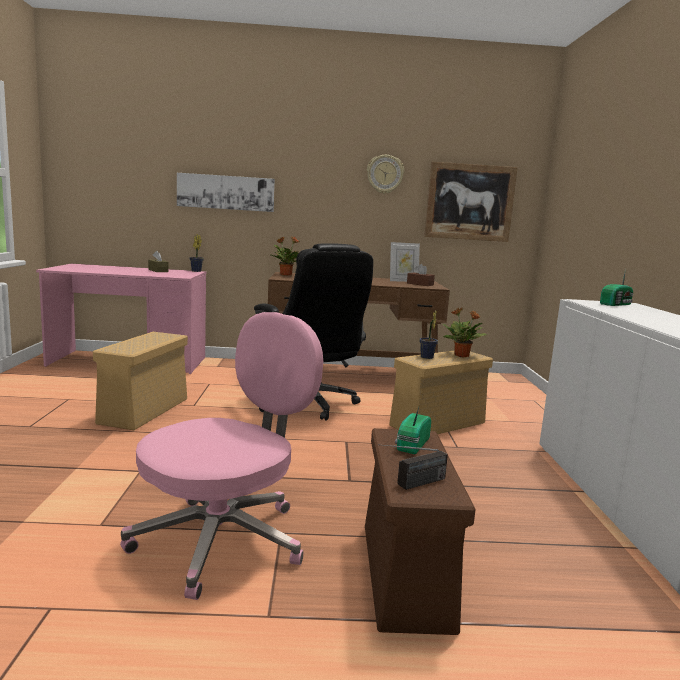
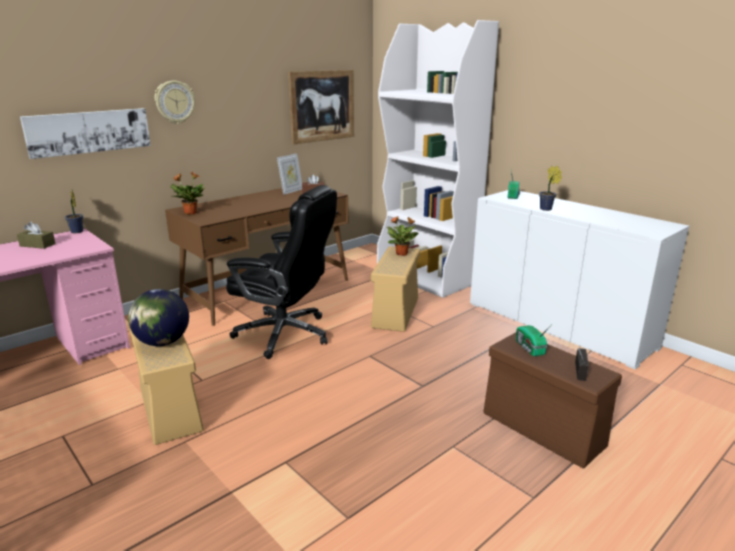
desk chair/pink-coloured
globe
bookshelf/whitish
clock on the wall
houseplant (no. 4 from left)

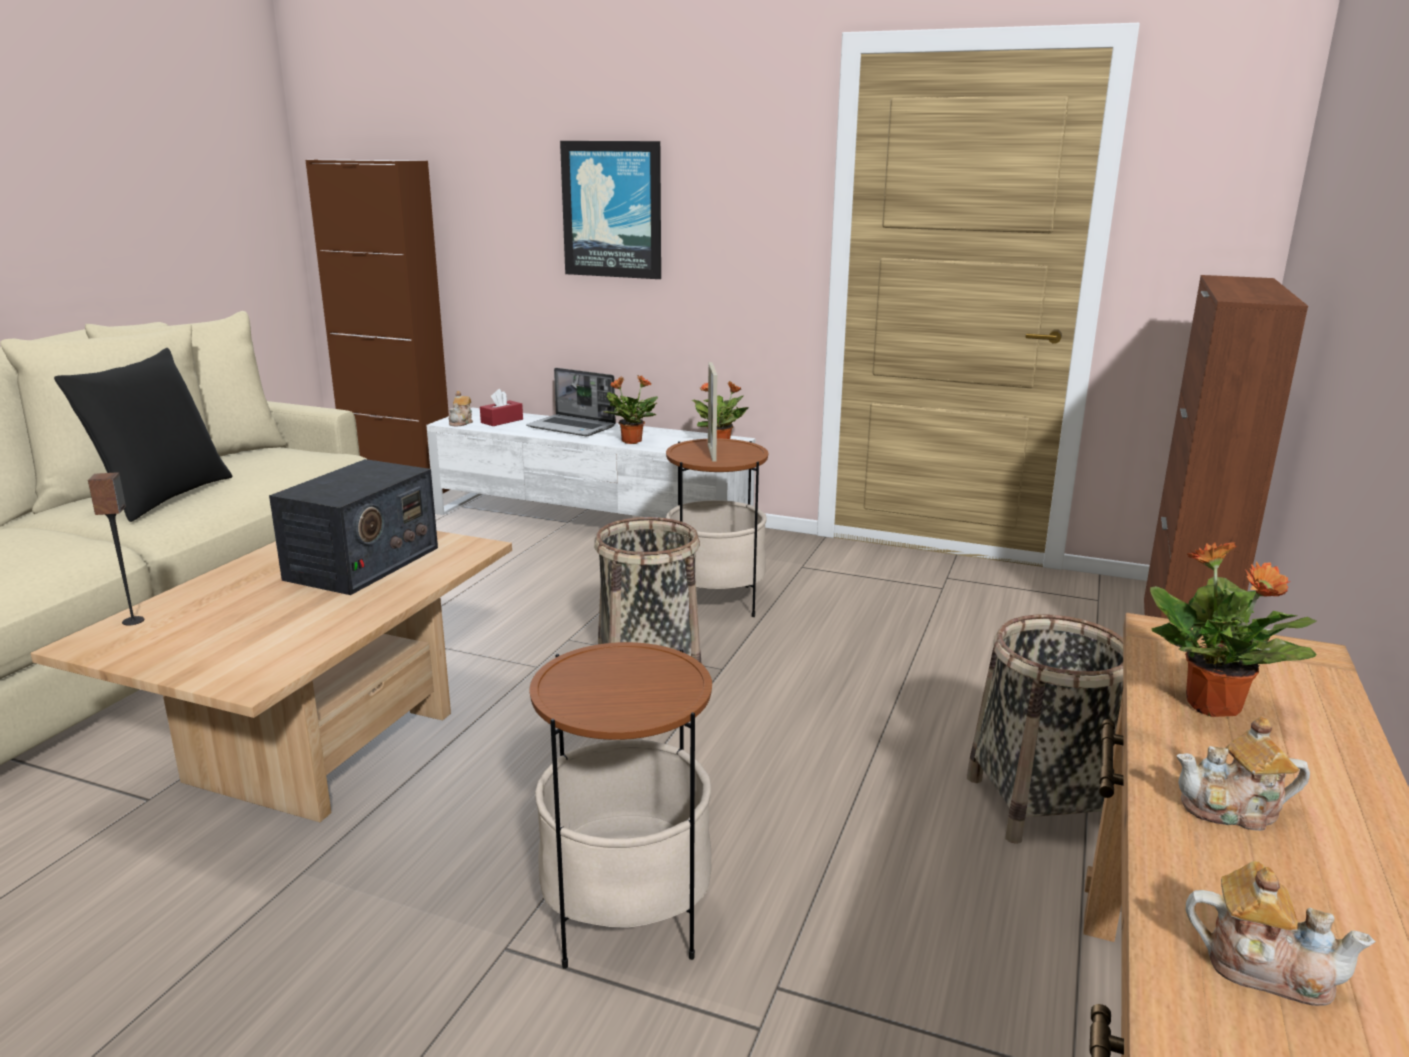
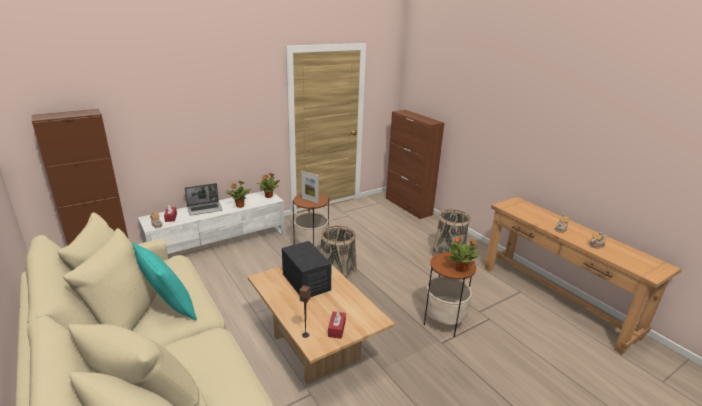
wall art
box of tissues/red-coloured (no. 2 from left)
houseplant (no. 3 from left)
pillow/turquoise

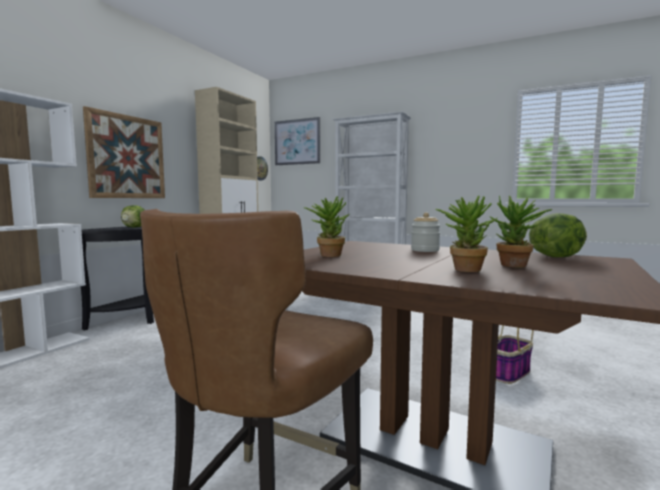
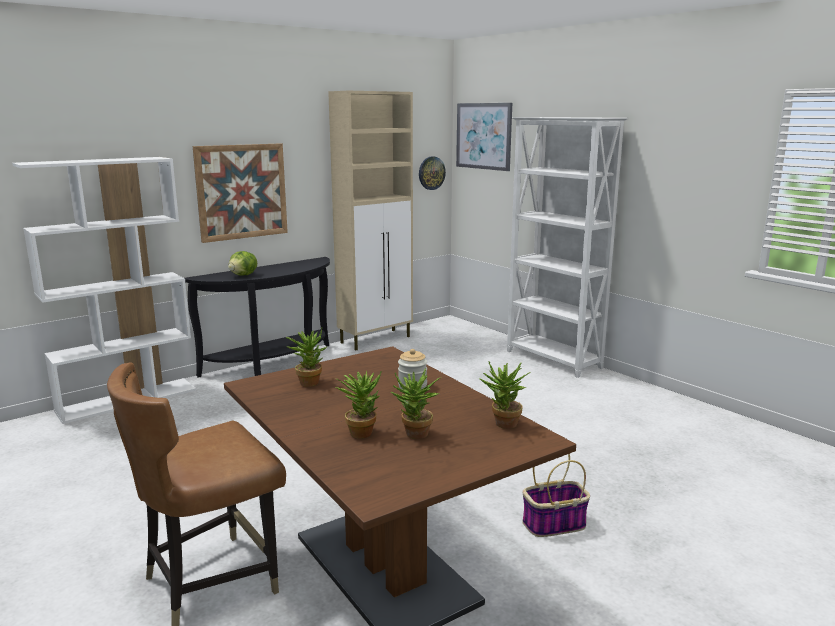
houseplant (no. 4 from left)

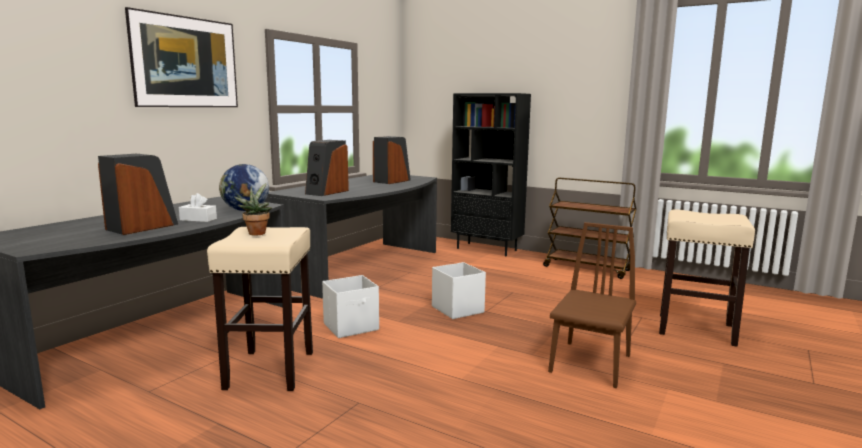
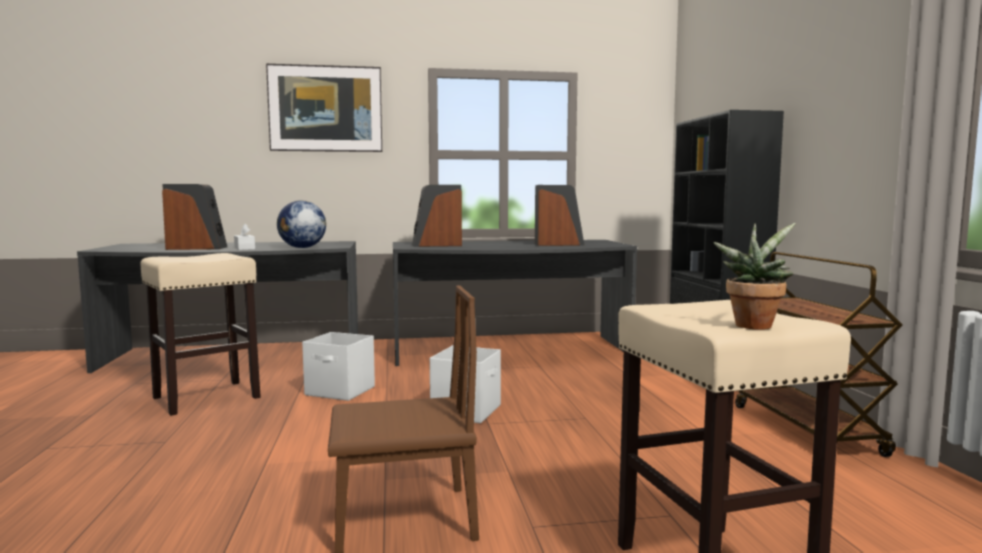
houseplant

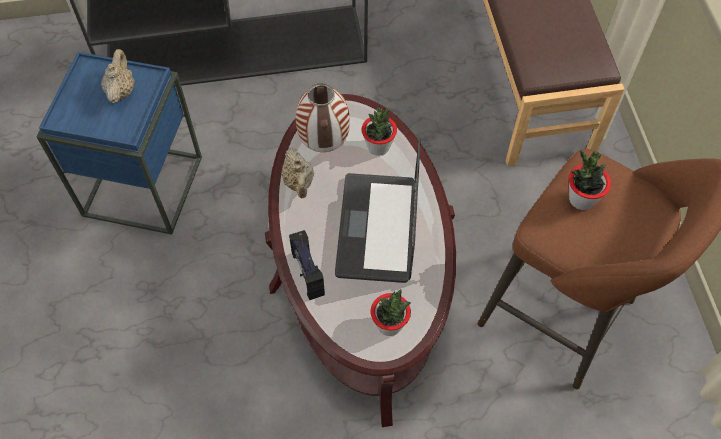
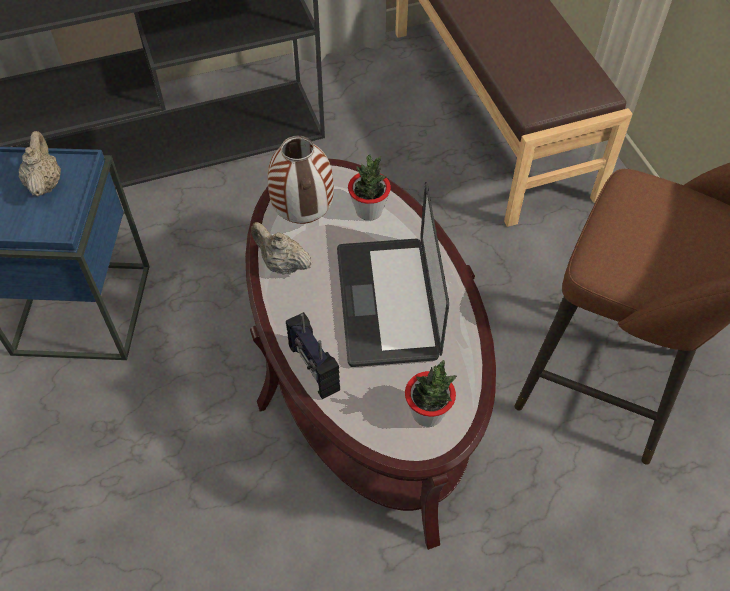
houseplant (no. 3 from left in the first image)
pot for tea/beige-coloured (no. 2 from left)

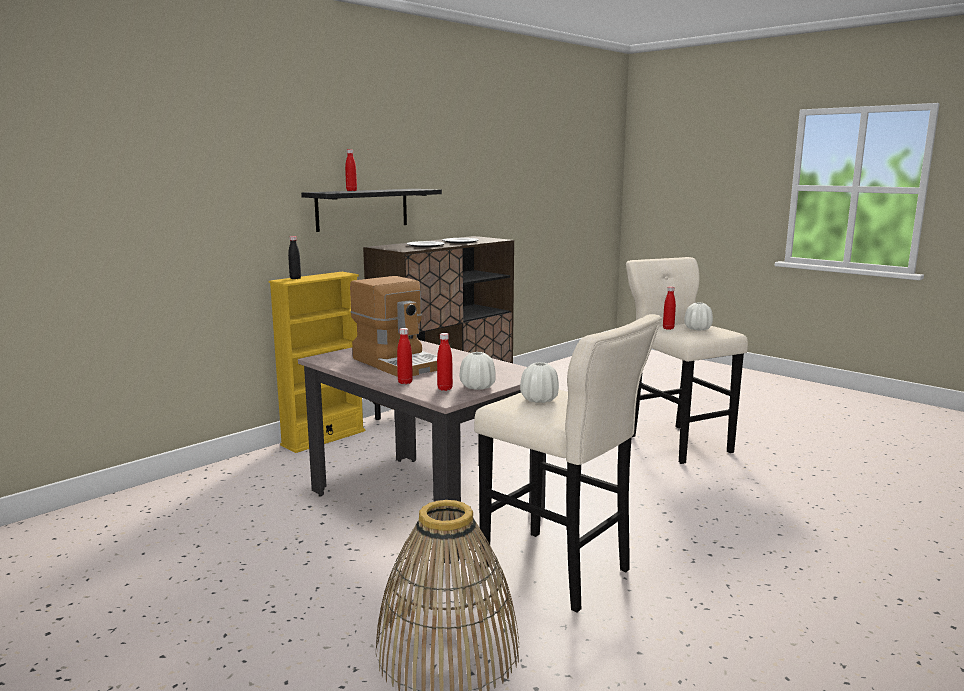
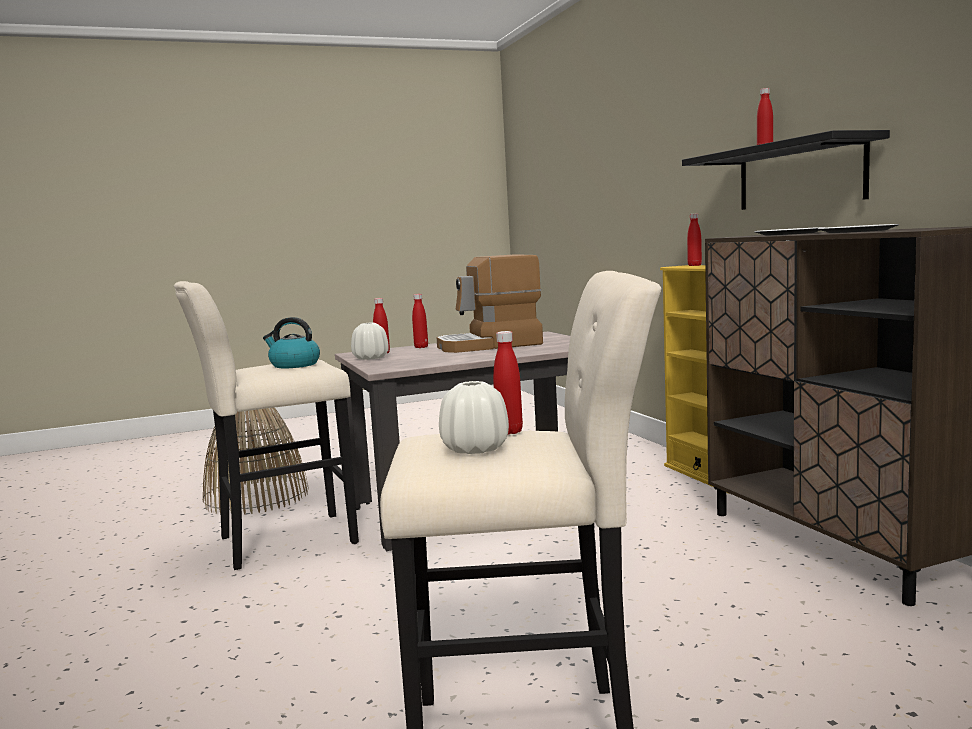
tea kettle
bottle/red-coloured (no. 4 from left)

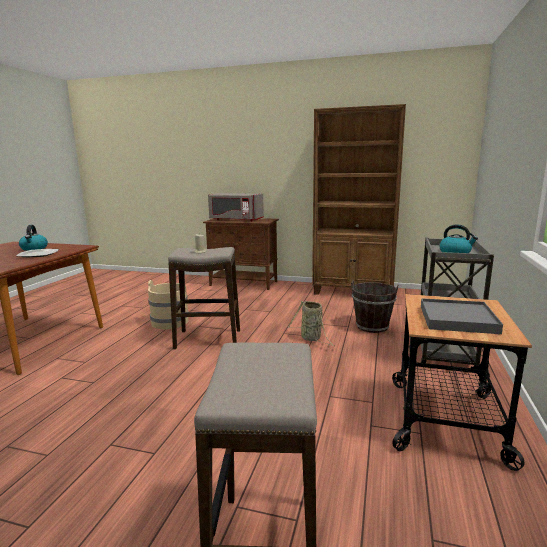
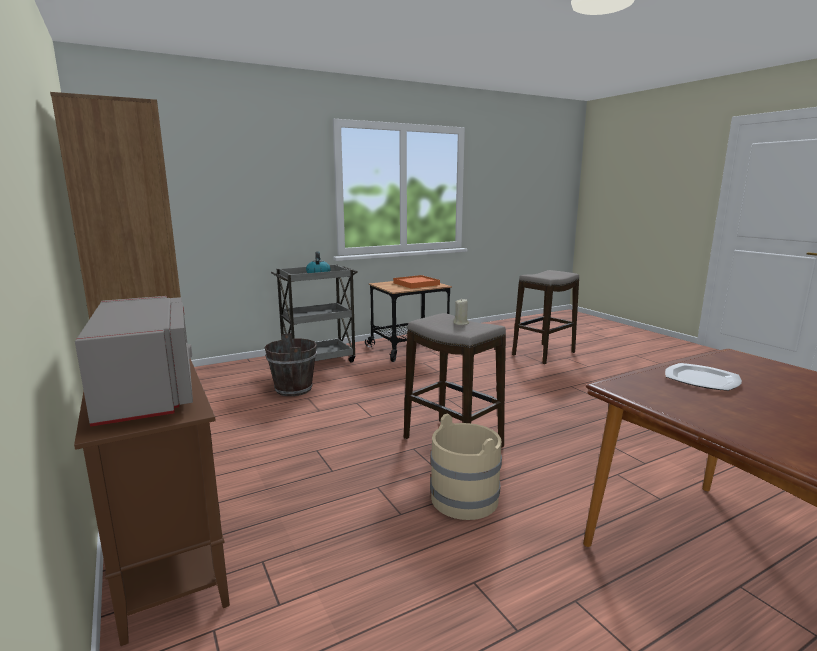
tea kettle (no. 1 from left in the first image)
storage basket
tray/orange-coloured

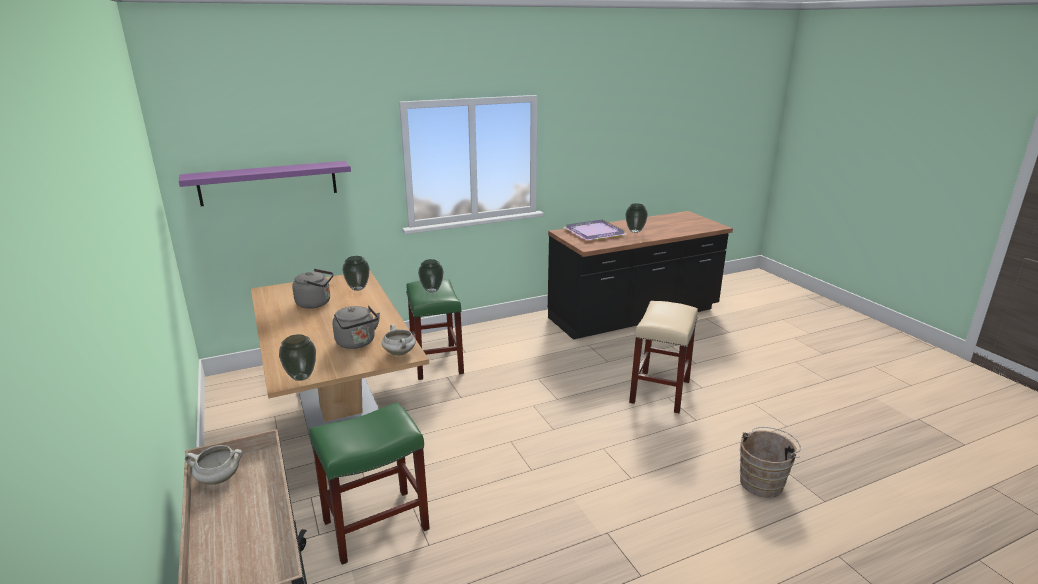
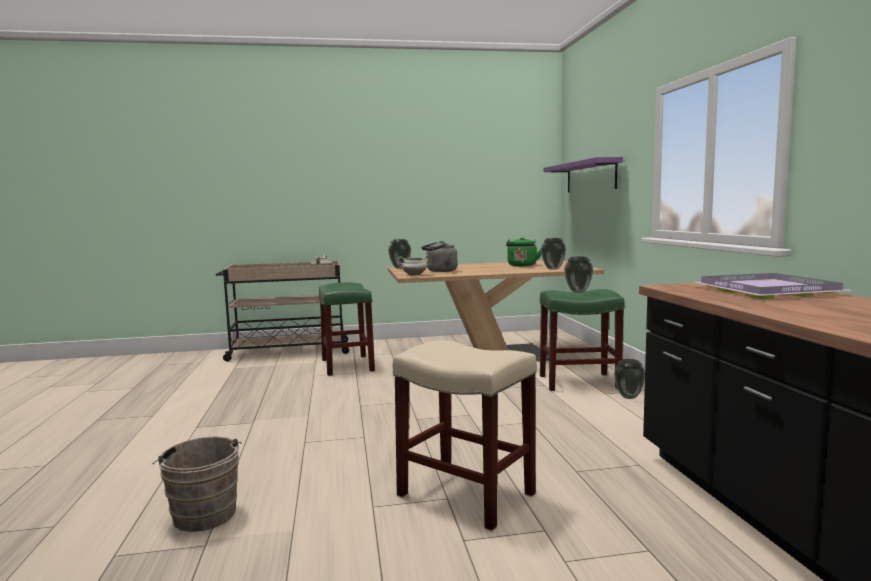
vase (no. 4 from left)
tea kettle/green

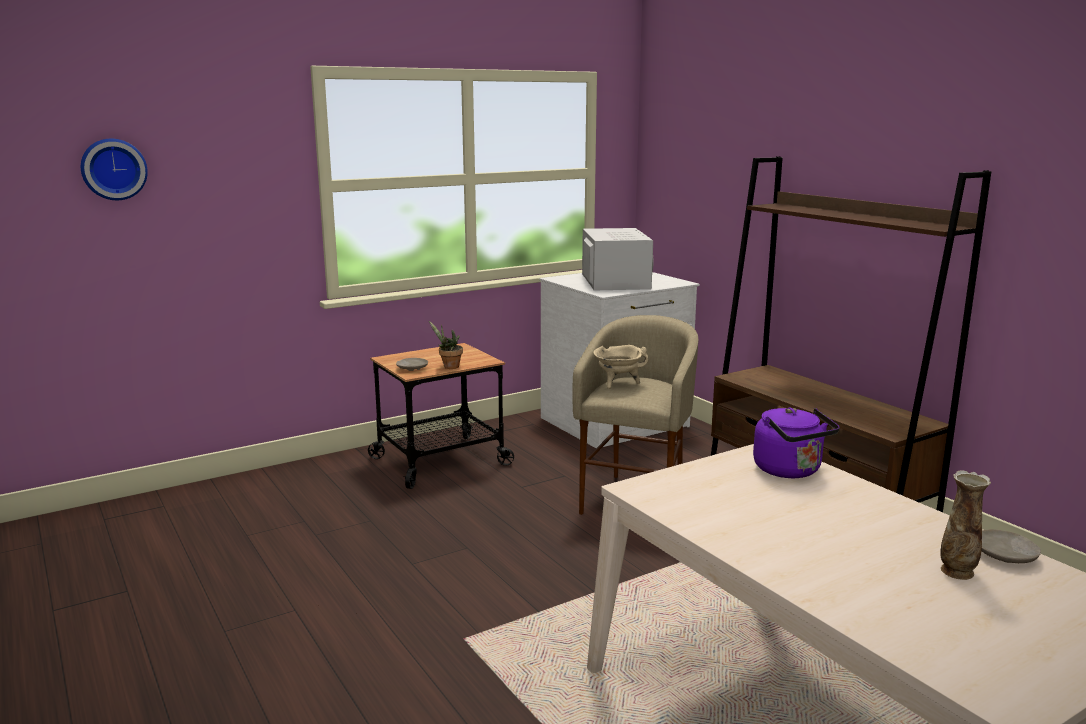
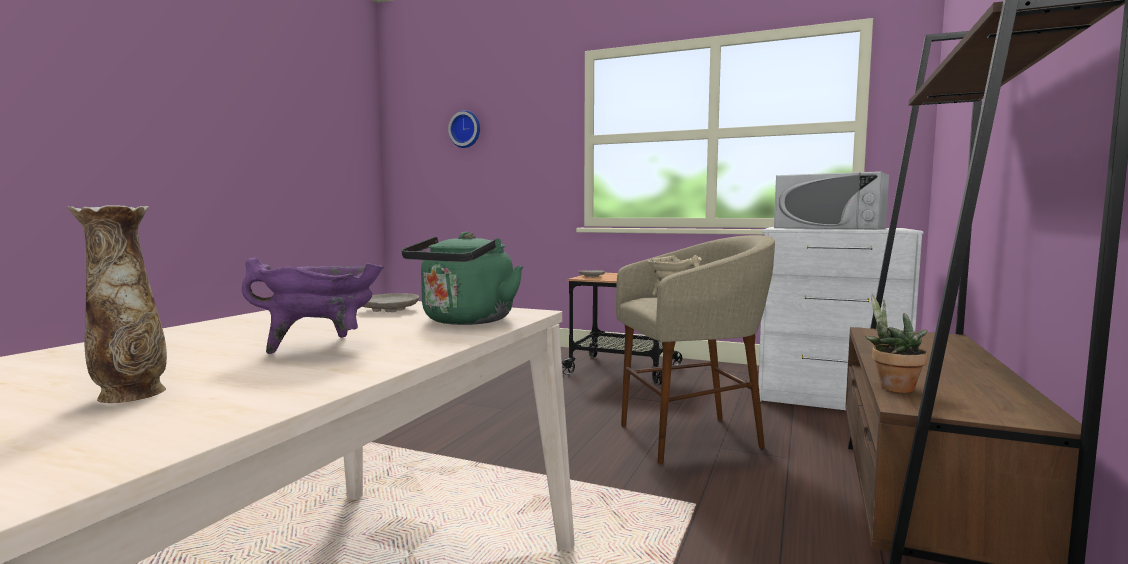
stockpot/purple
houseplant
dinner plate/beige-coloured (no. 1 from left)
tea kettle/green
kitchen microwave/whitish

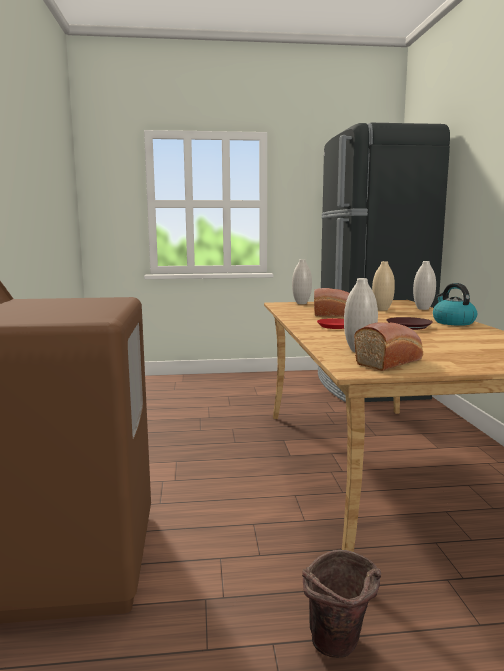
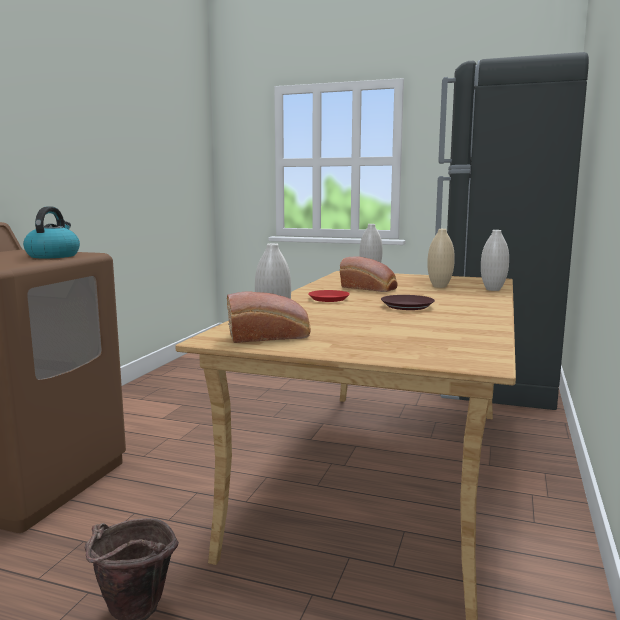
tea kettle

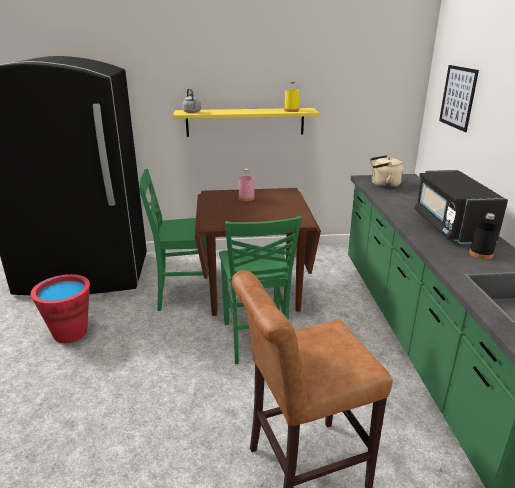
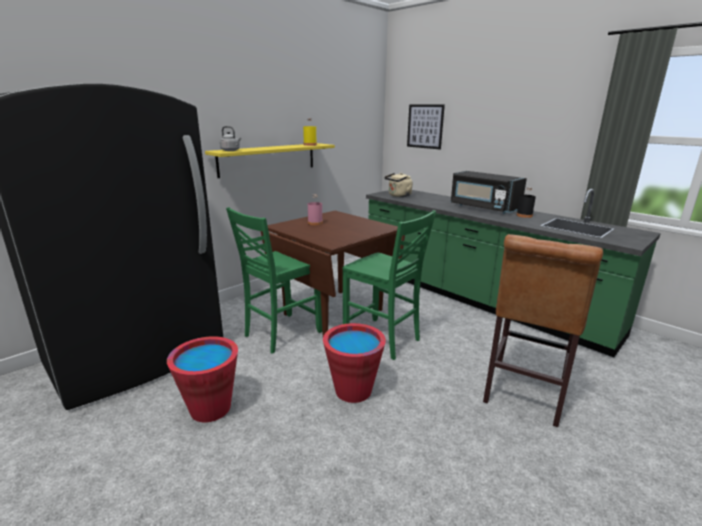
pail/red-coloured (no. 2 from left)

